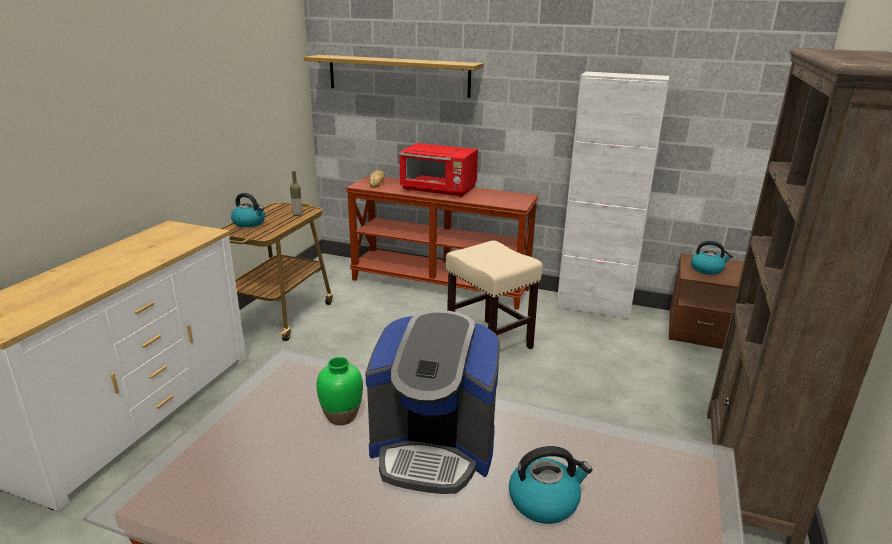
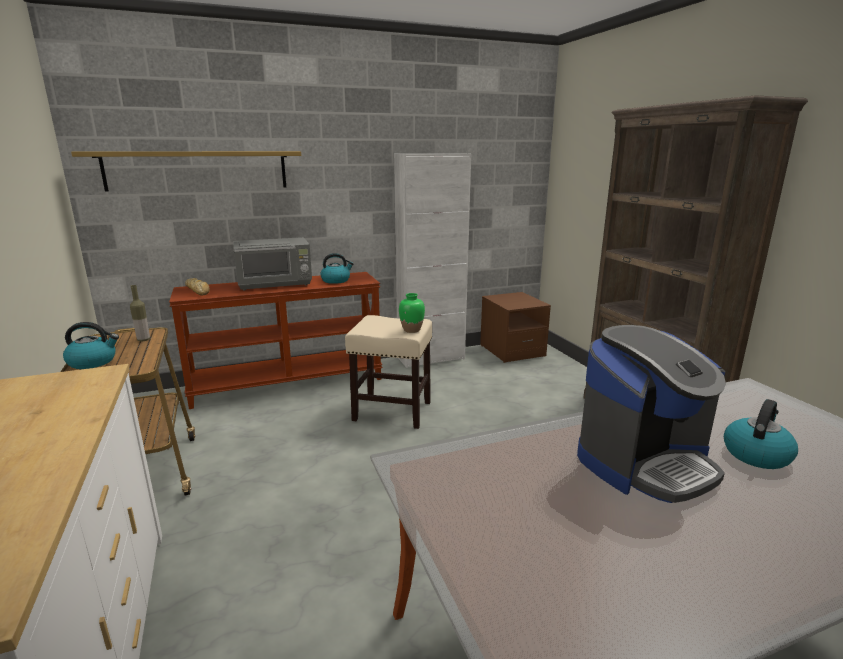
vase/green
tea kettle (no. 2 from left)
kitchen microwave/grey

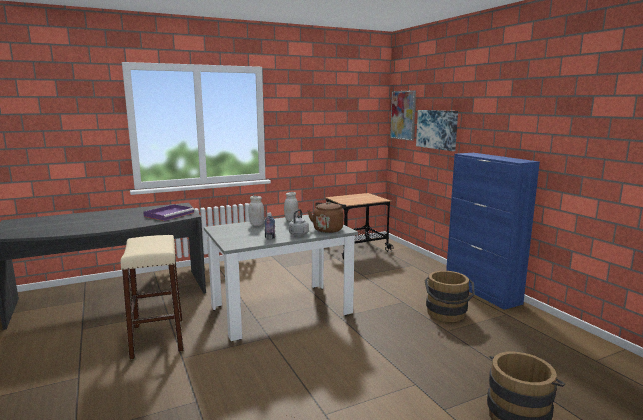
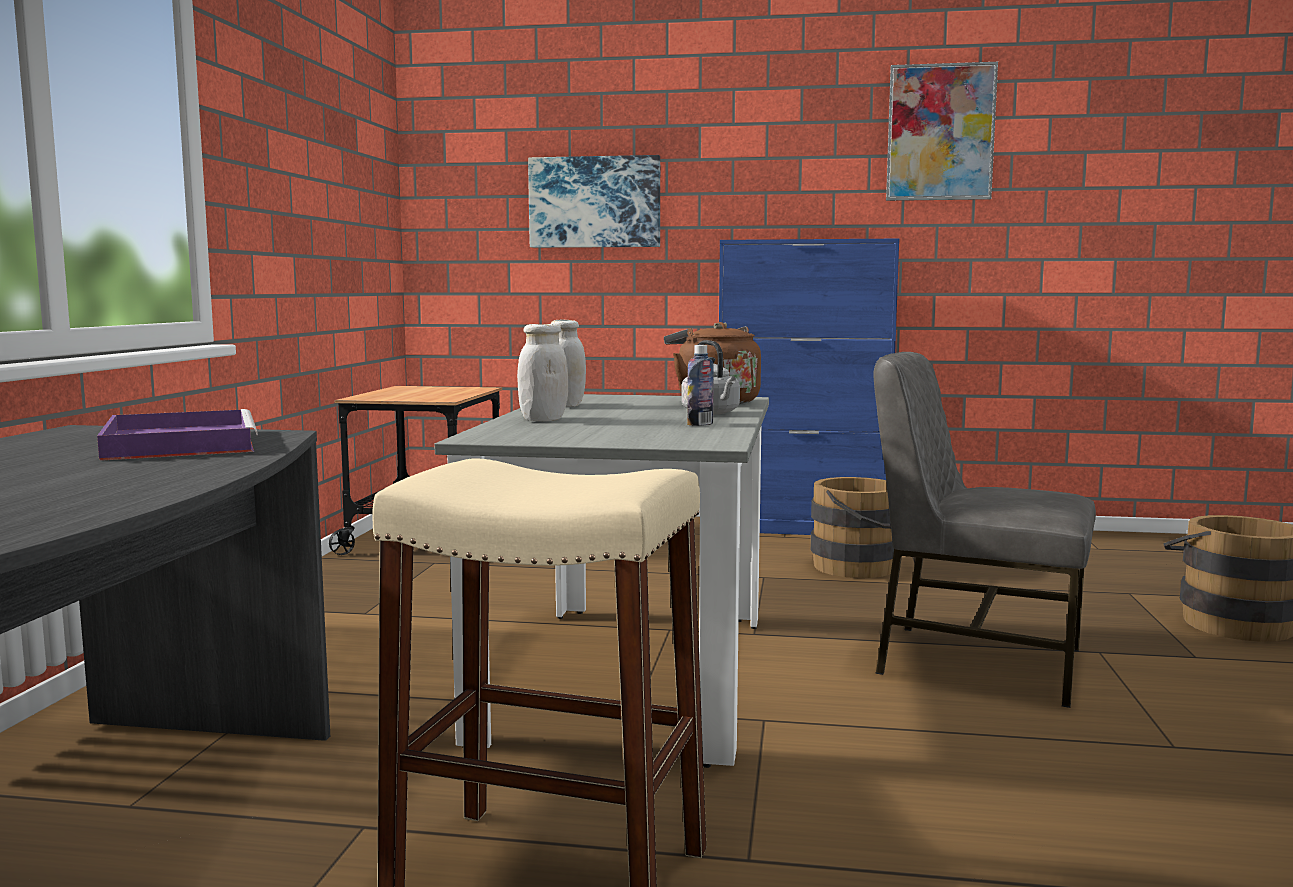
upright chair/grey
wall art (no. 2 from left)

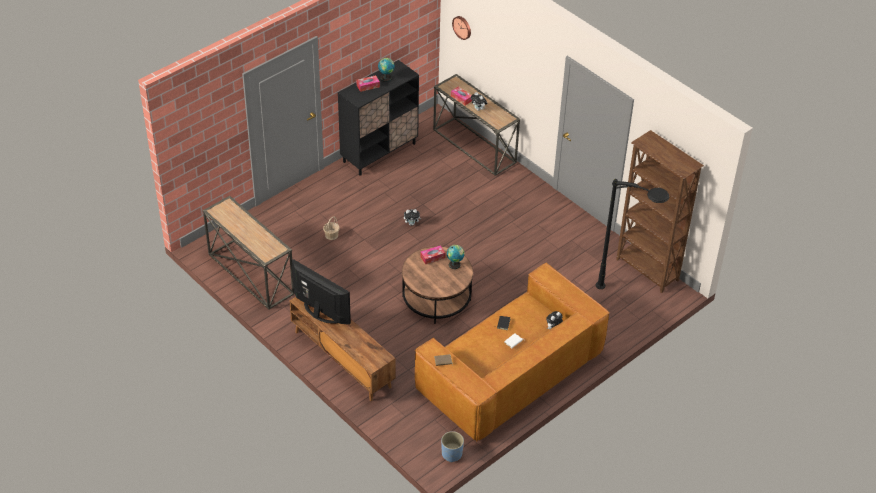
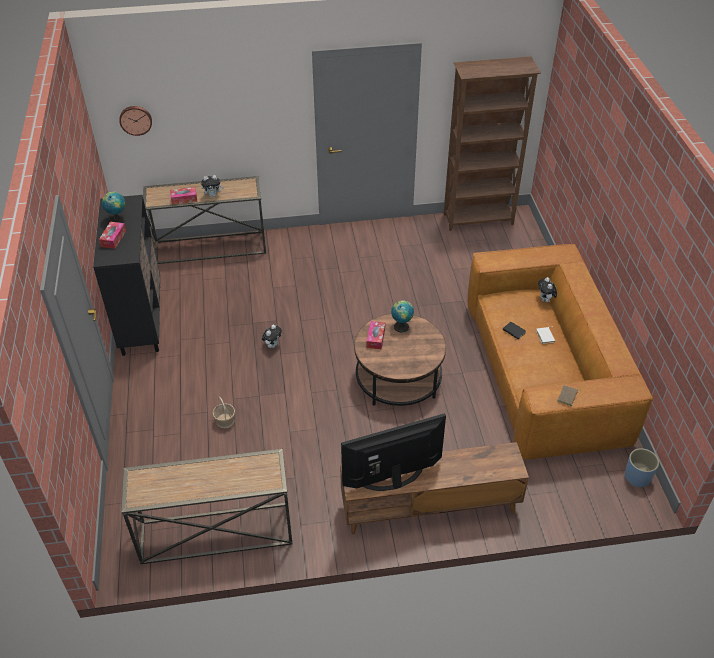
floor lamp/blackish

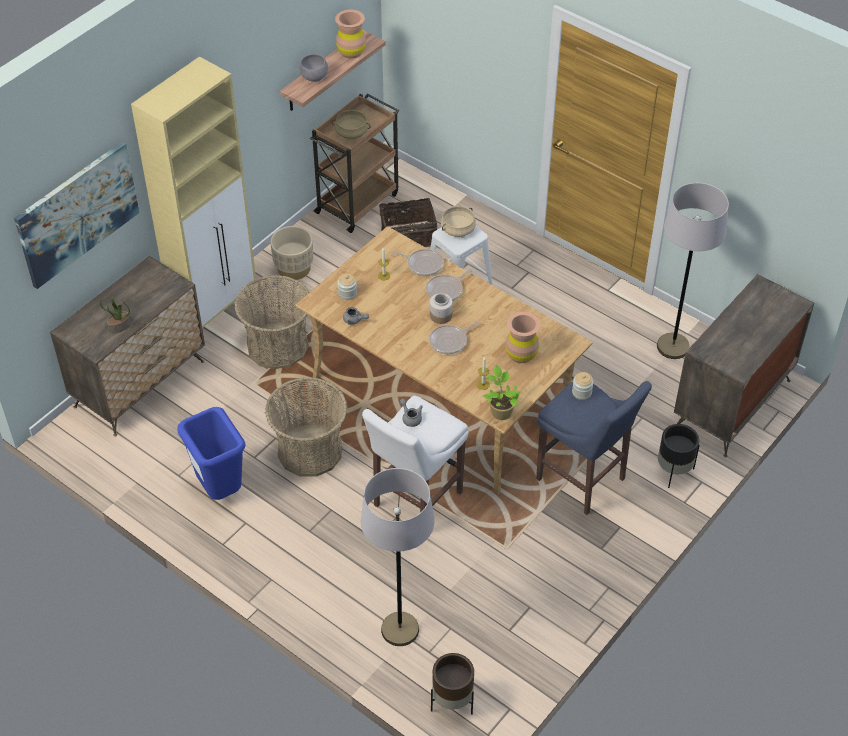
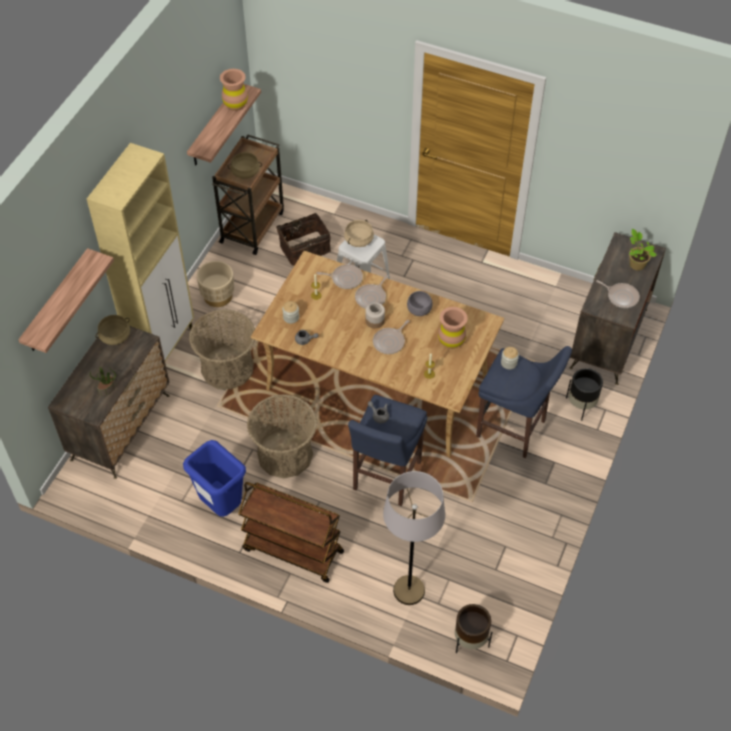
floor lamp/grey (no. 2 from left in the first image)
stockpot/beige-coloured (no. 1 from left)
cart/brown (no. 2 from left)
skillet (no. 4 from left)
bowl/grey
houseplant (no. 2 from left)
shelf (no. 1 from left)
stool seat/bluish (no. 1 from left)

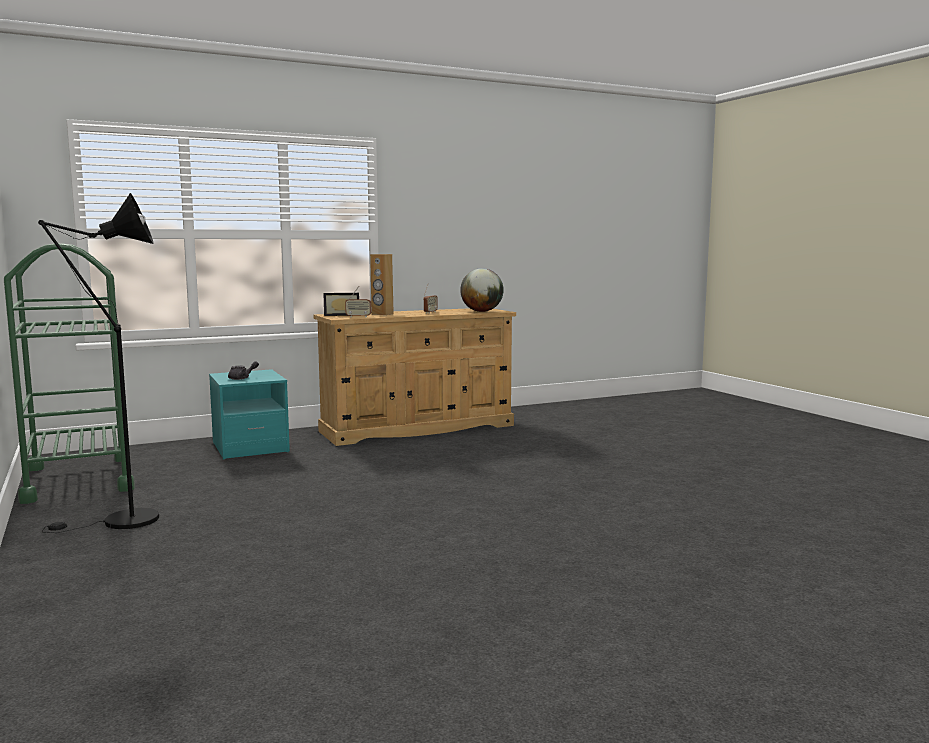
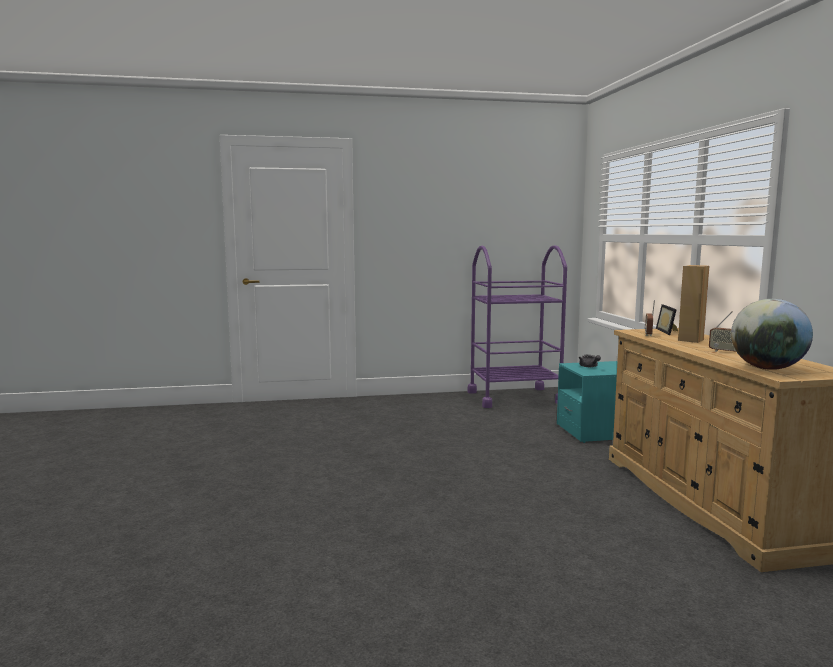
floor lamp/blackish
cart/purple

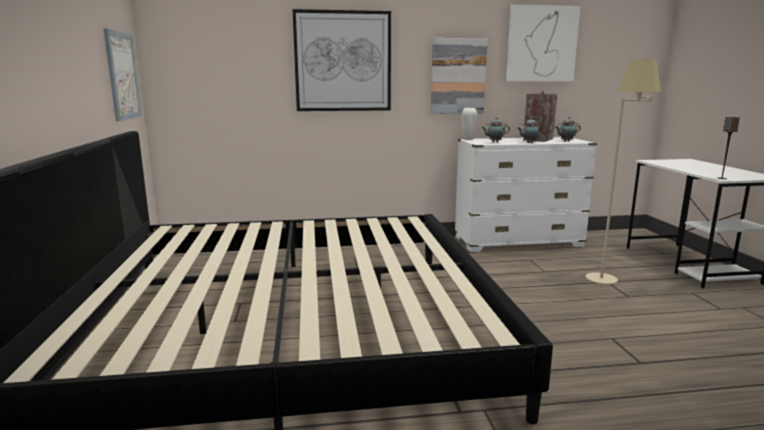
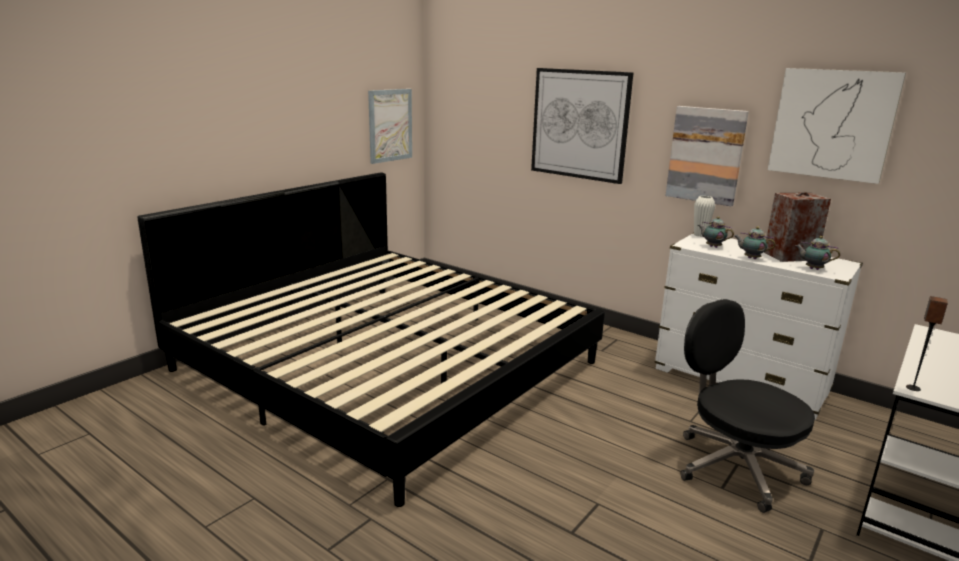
desk chair/blackish

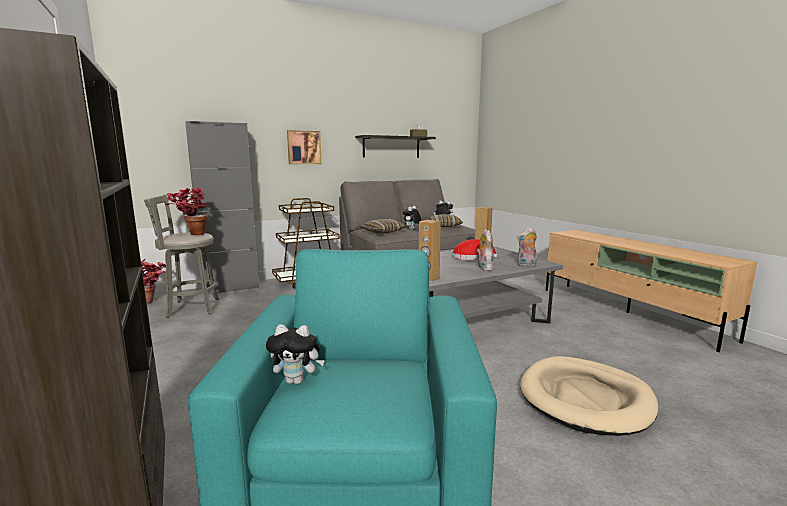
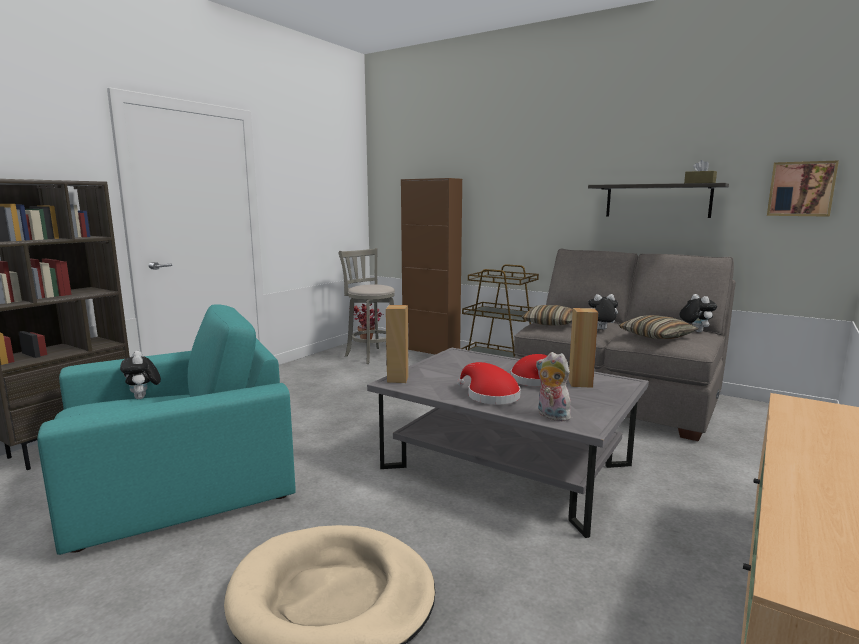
houseplant (no. 2 from left in the first image)
wall art
wearable hat/red-coloured (no. 1 from left)
storage cabinet/brown

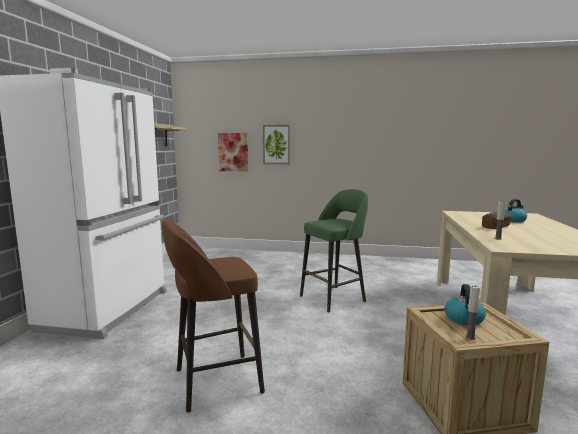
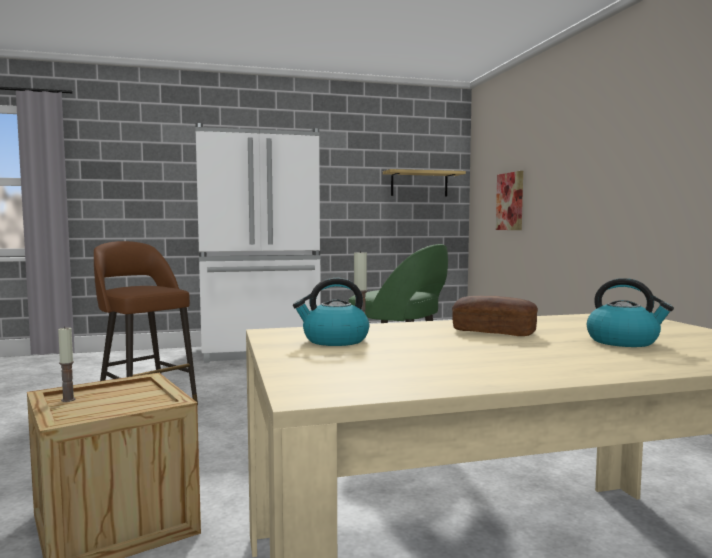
wall art (no. 2 from left in the first image)
tea kettle (no. 1 from left)

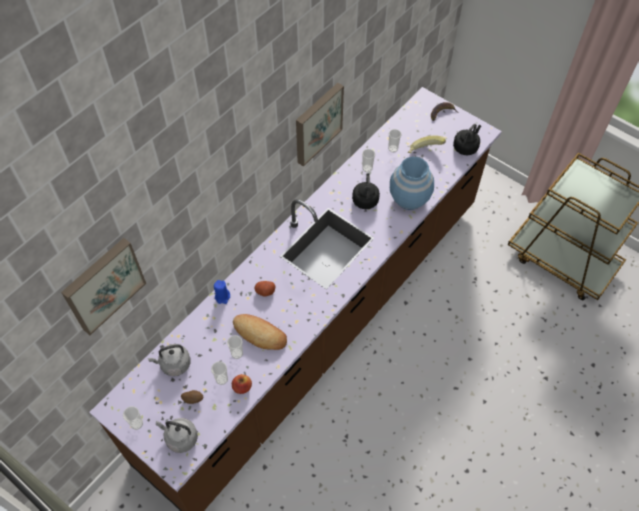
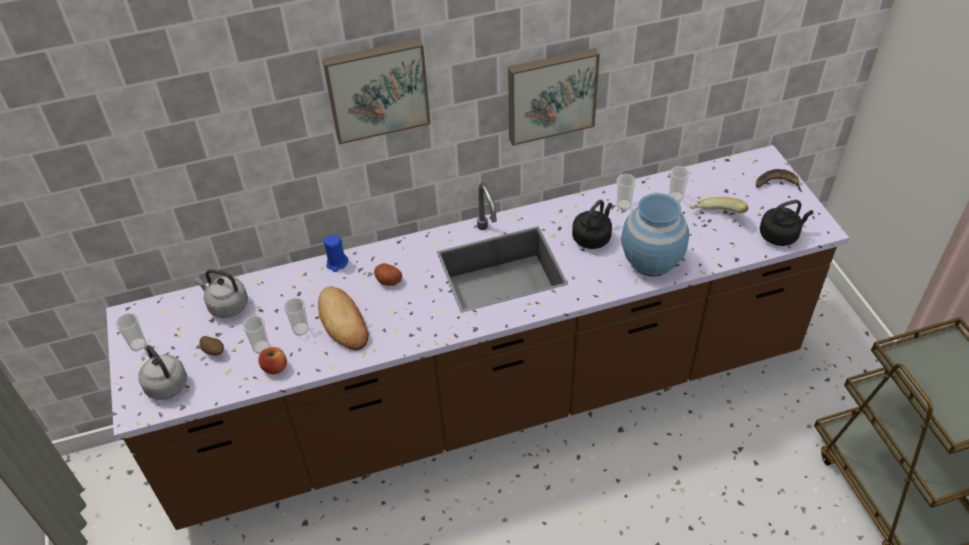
wall art (no. 1 from left)

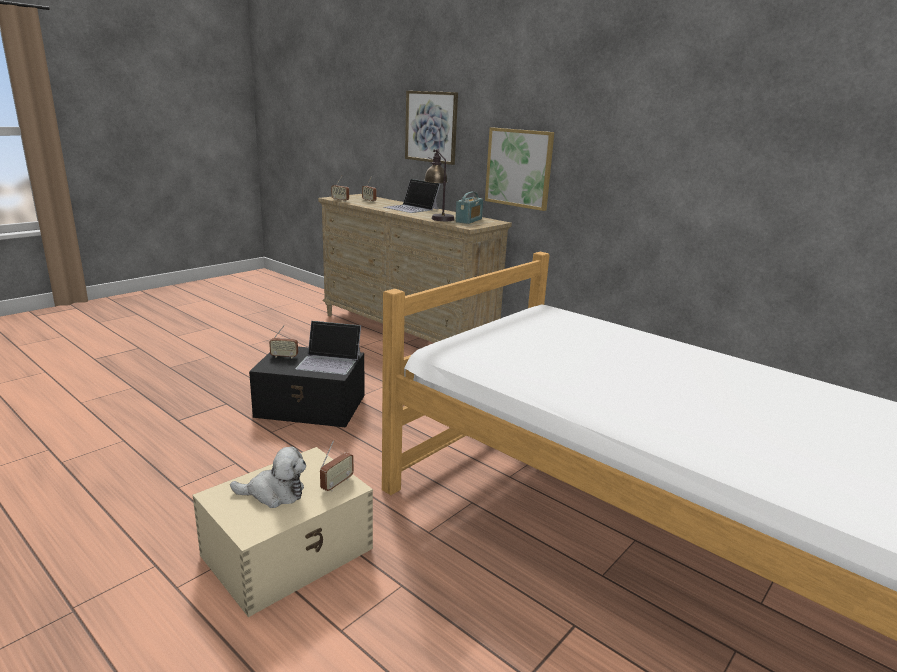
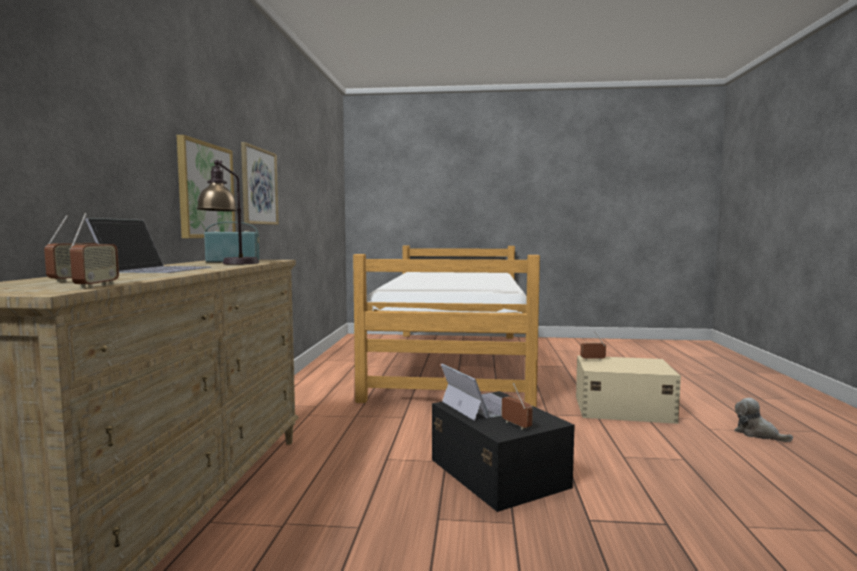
soft toy
wall art (no. 2 from left)

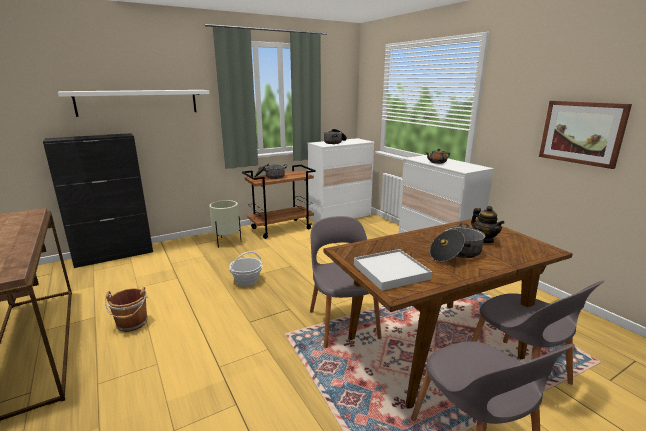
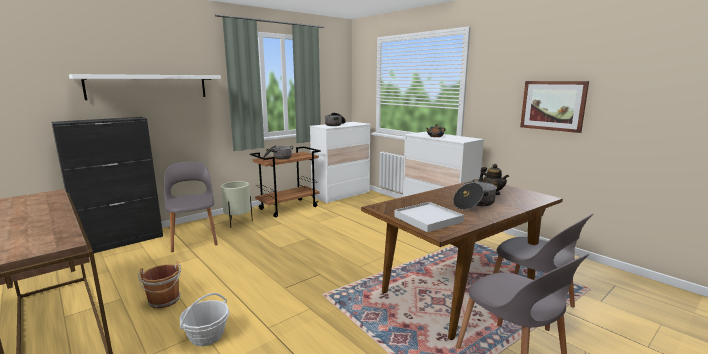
storage basket
upright chair/grey (no. 1 from left)

